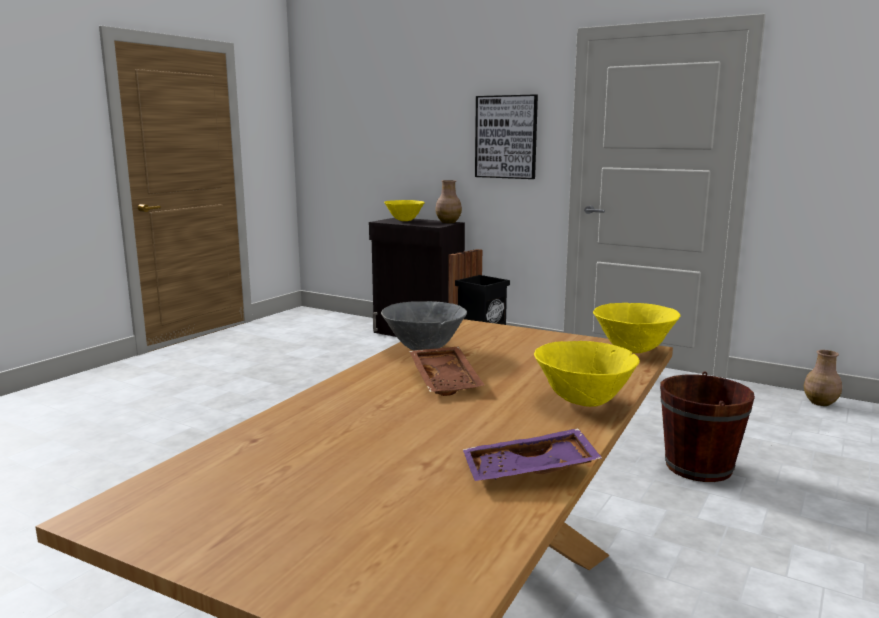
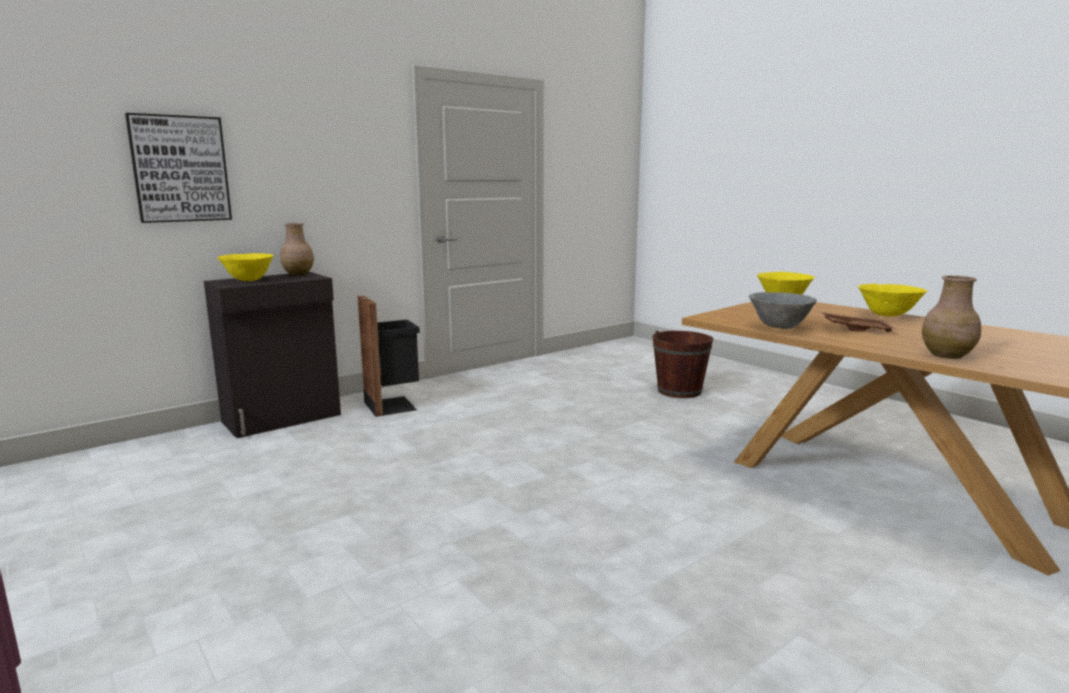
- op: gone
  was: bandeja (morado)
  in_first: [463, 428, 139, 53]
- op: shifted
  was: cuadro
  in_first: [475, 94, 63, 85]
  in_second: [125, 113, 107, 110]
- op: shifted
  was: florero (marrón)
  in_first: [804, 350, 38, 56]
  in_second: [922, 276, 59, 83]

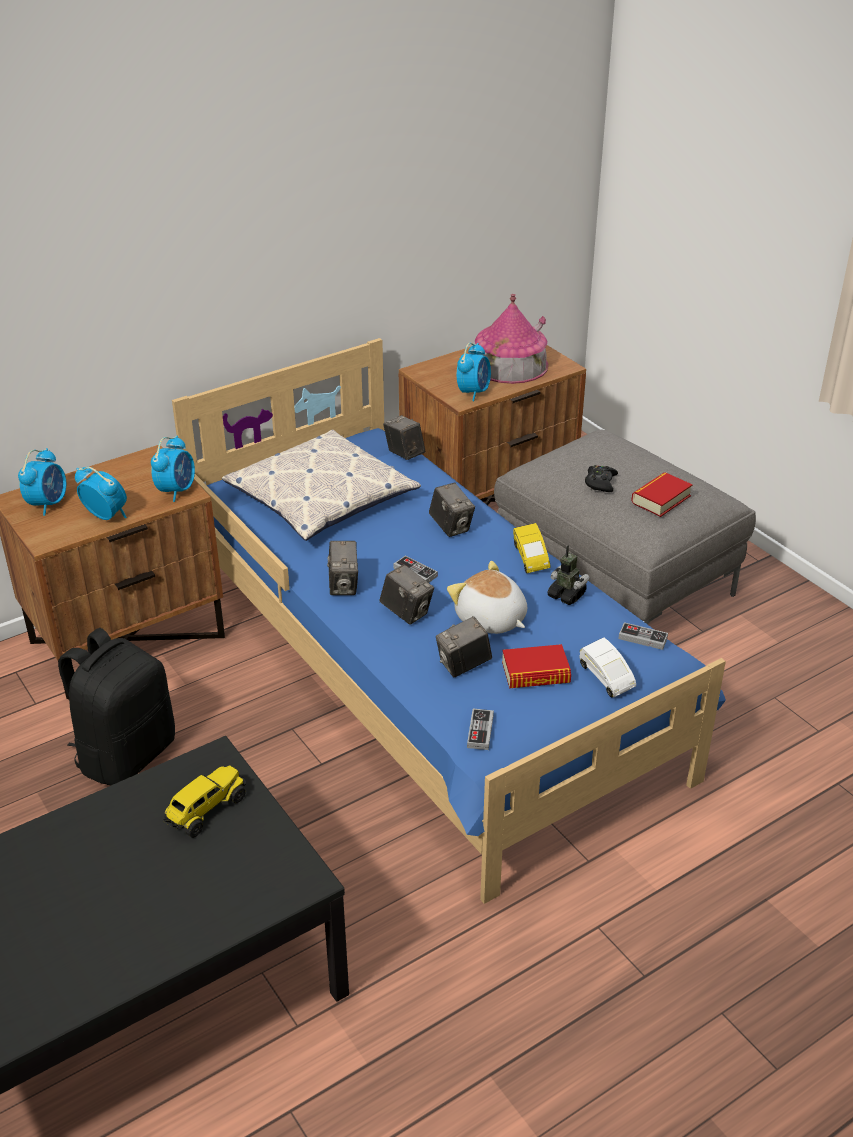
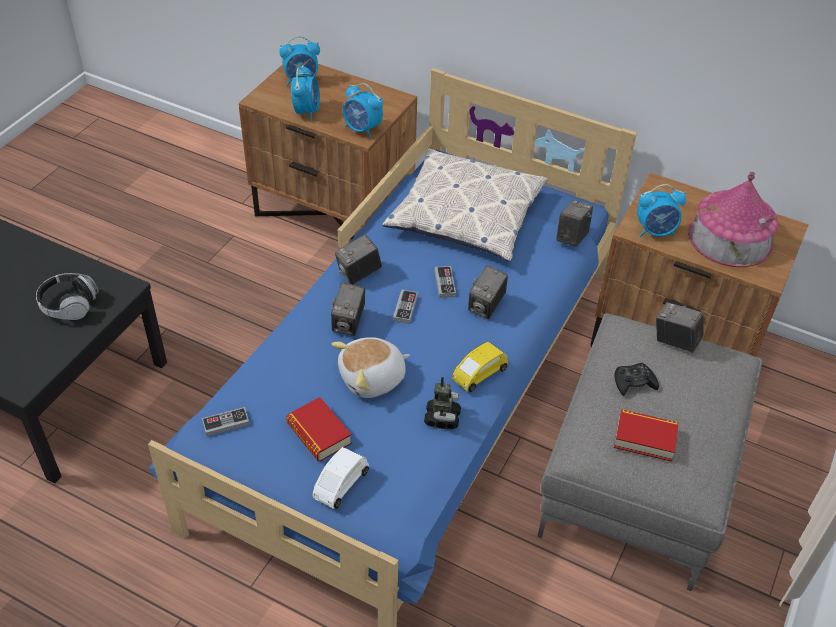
- op: gone
  was: mochila (negro)
  in_first: [58, 628, 117, 157]
- op: shifted
  was: cámara
  in_first: [436, 616, 56, 61]
  in_second: [656, 302, 48, 50]
- op: shifted
  was: mando de consola
  in_first: [618, 622, 50, 28]
  in_second: [435, 266, 21, 32]
- op: swapped
  was: camión de juguete
  now: auriculares
  in_first: [163, 765, 83, 73]
  in_second: [36, 273, 63, 47]
- op: rotated
  was: despertador
  in_first: [151, 436, 44, 66]
  in_second: [343, 83, 40, 55]
  clockwise: 45
- op: rotated
  was: peluche
  in_first: [447, 561, 80, 73]
  in_second: [332, 337, 78, 61]
  clockwise: -135

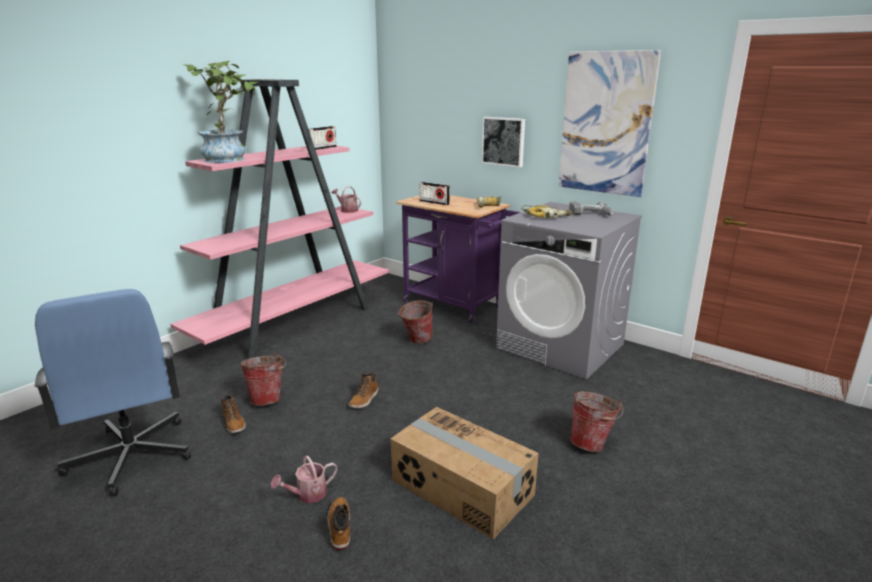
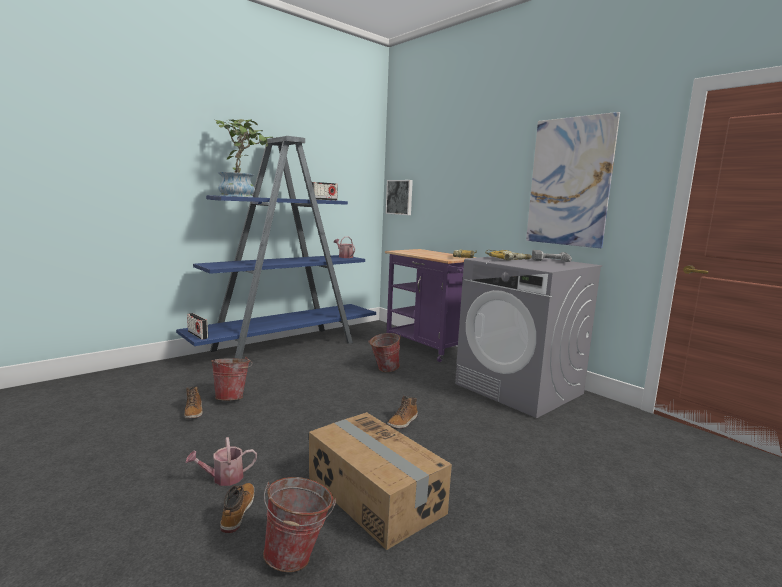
- op: gone
  was: silla de oficina (azul)
  in_first: [35, 289, 156, 207]
- op: shifted
  was: bota
  in_first: [348, 373, 31, 35]
  in_second: [388, 396, 30, 32]
- op: shifted
  was: radio
  in_first: [420, 182, 30, 23]
  in_second: [187, 313, 21, 27]
- op: shifted
  was: cuadro
  in_first: [481, 117, 44, 50]
  in_second: [386, 180, 27, 35]
- op: shifted
  was: cubo
  in_first: [570, 391, 53, 61]
  in_second: [263, 477, 73, 95]
- op: repainted
  was: estantería (rosa)
  now: estantería (azul)
  in_first: [170, 79, 219, 280]
  in_second: [176, 136, 200, 223]

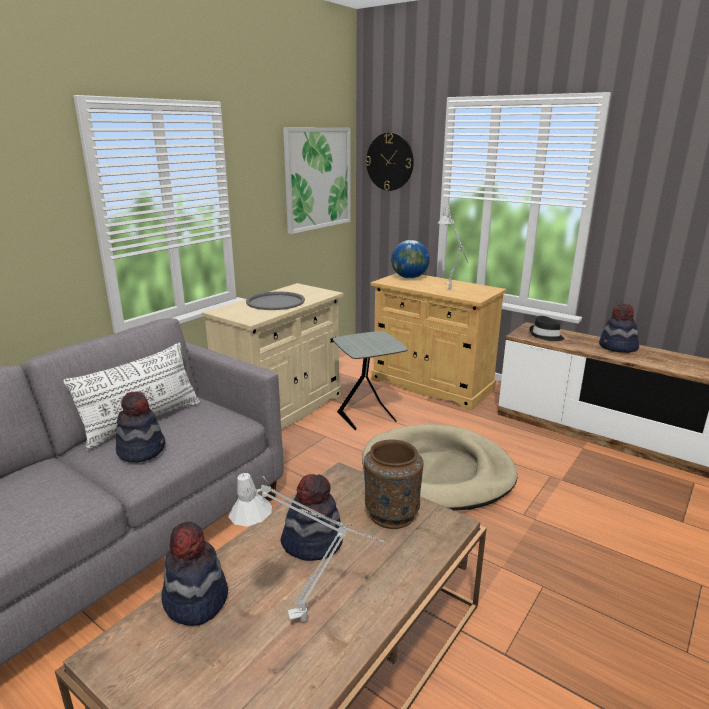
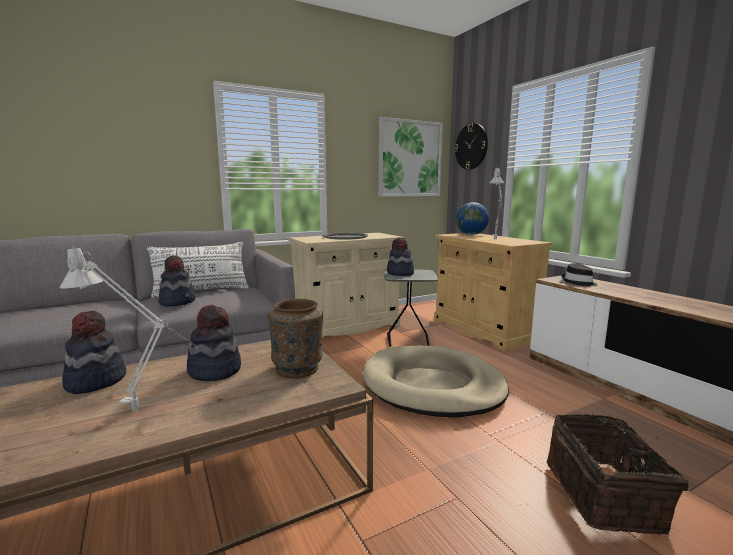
- op: new
  now: cesta
  in_second: [547, 413, 141, 122]
- op: shifted
  was: sombrero
  in_first: [599, 303, 40, 50]
  in_second: [387, 237, 27, 39]

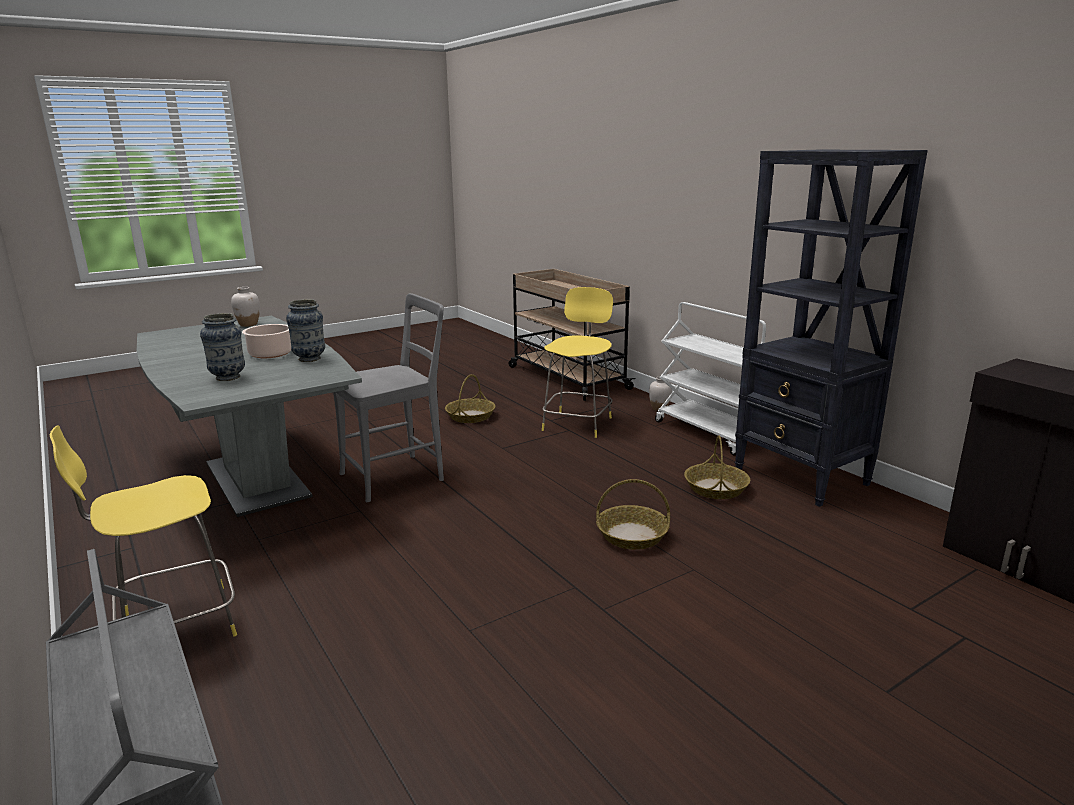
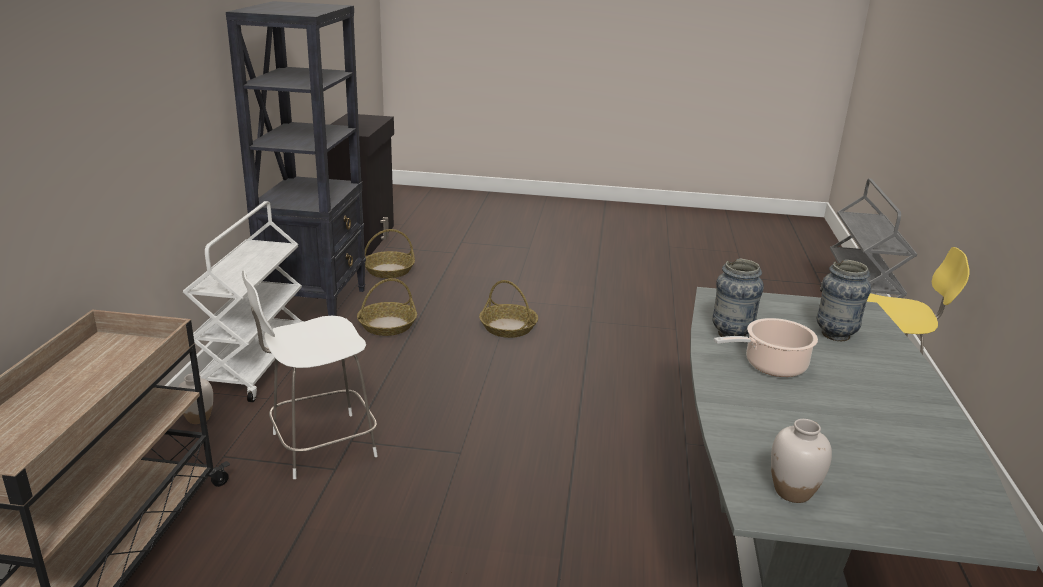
- op: gone
  was: silla (gris)
  in_first: [333, 293, 111, 209]
- op: shifted
  was: cesta
  in_first: [445, 374, 50, 49]
  in_second: [365, 229, 50, 49]
- op: repainted
  was: taburete (amarillo)
  now: taburete (blanco)
  in_first: [542, 287, 71, 151]
  in_second: [242, 270, 135, 209]

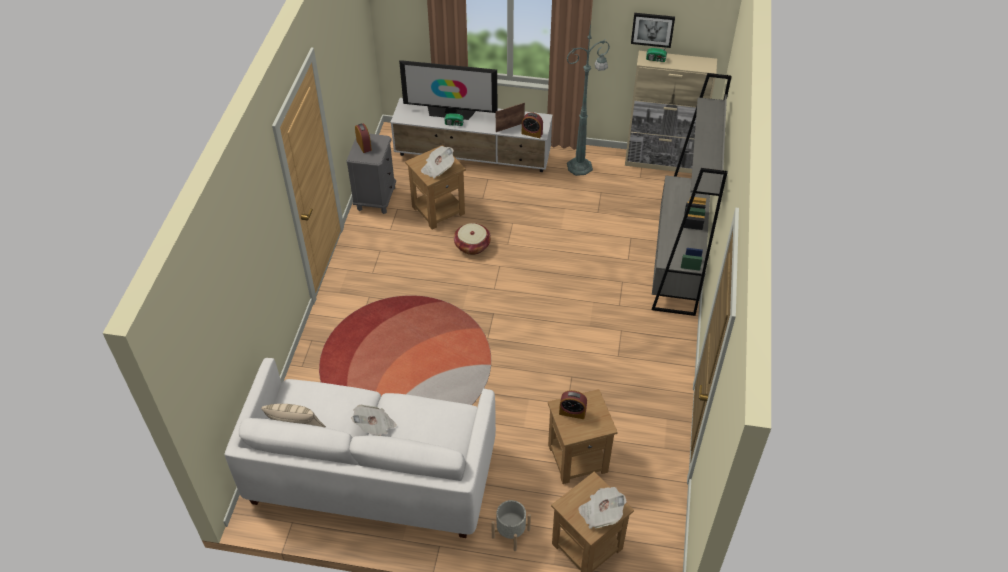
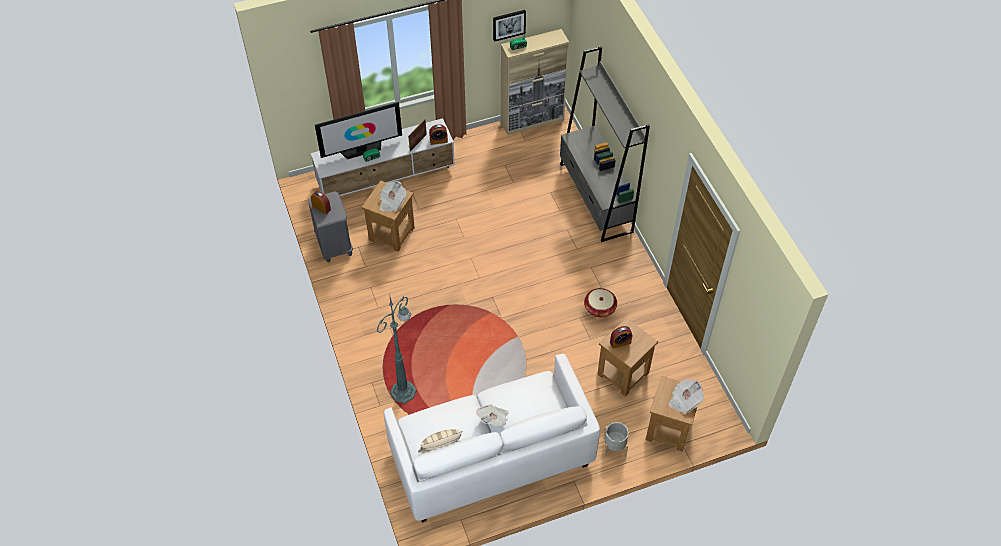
- op: shifted
  was: cesta
  in_first: [454, 223, 37, 32]
  in_second: [584, 288, 33, 29]
- op: shifted
  was: lámpara de pie (verde)
  in_first: [567, 22, 43, 154]
  in_second: [376, 296, 41, 108]

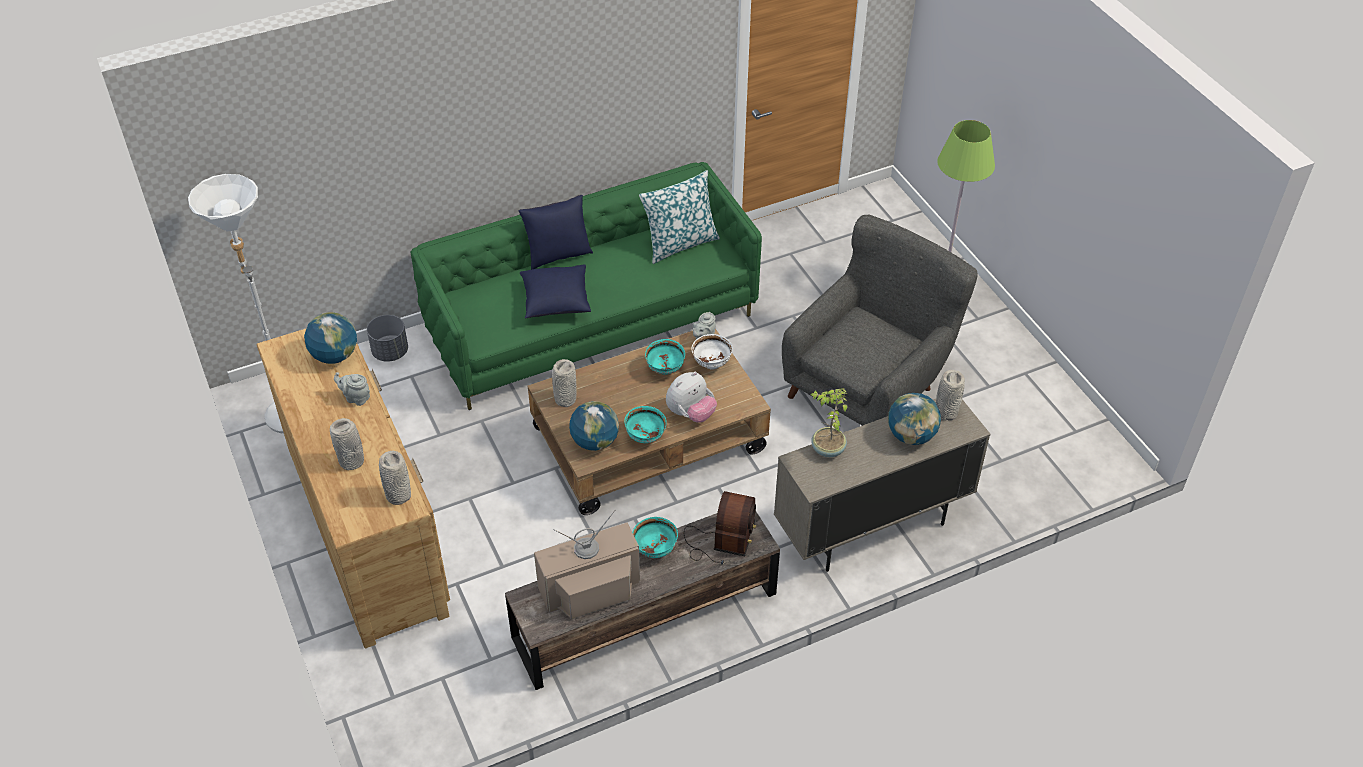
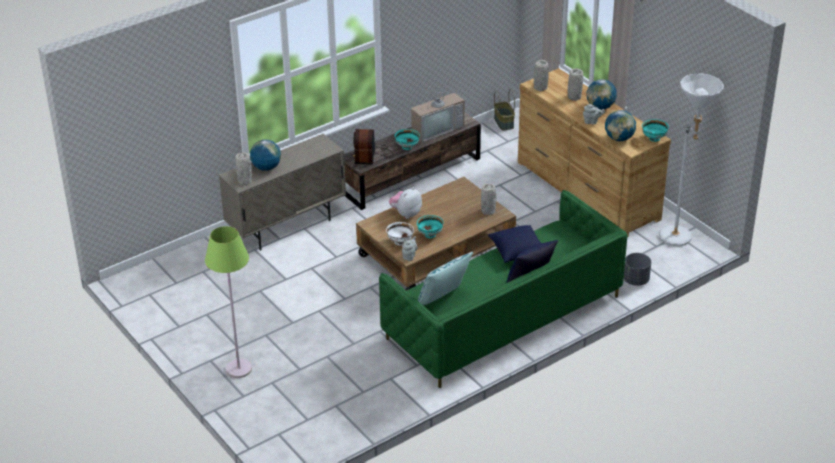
- op: gone
  was: sillón (gris)
  in_first: [782, 214, 196, 212]
- op: gone
  was: planta en maceta
  in_first: [811, 388, 37, 69]
- op: new
  now: cesta
  in_second: [494, 89, 21, 41]
- op: shifted
  was: globo terráqueo
  in_first: [569, 401, 50, 50]
  in_second: [586, 79, 31, 31]
- op: shifted
  was: cuenco (turquesa)
  in_first: [624, 406, 43, 37]
  in_second: [642, 119, 27, 23]

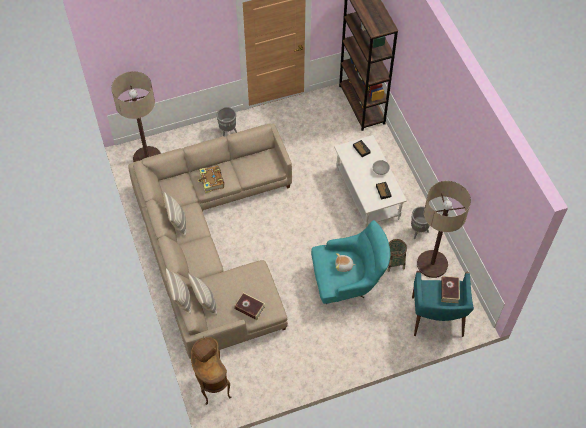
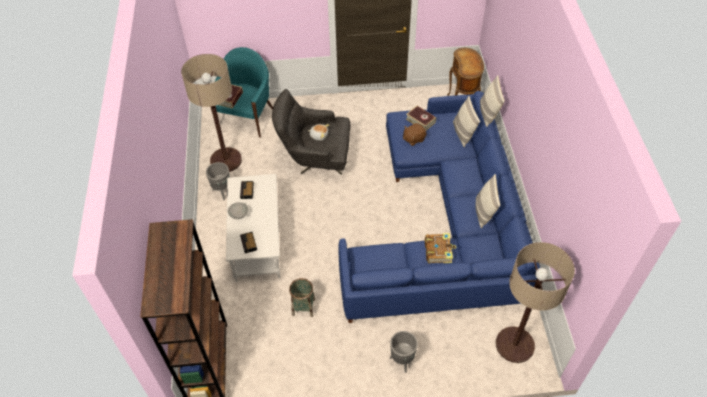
- op: shifted
  was: peluche (marrón)
  in_first: [192, 336, 25, 27]
  in_second: [403, 123, 23, 23]
- op: shifted
  was: cesta
  in_first: [387, 239, 20, 33]
  in_second: [289, 278, 26, 39]
- op: repainted
  was: sofá (beis)
  now: sofá (azul)
  in_first: [128, 123, 164, 236]
  in_second: [339, 91, 203, 232]
- op: repainted
  was: sillón (turquesa)
  now: sillón (gris)
  in_first: [311, 220, 79, 84]
  in_second: [272, 89, 78, 86]

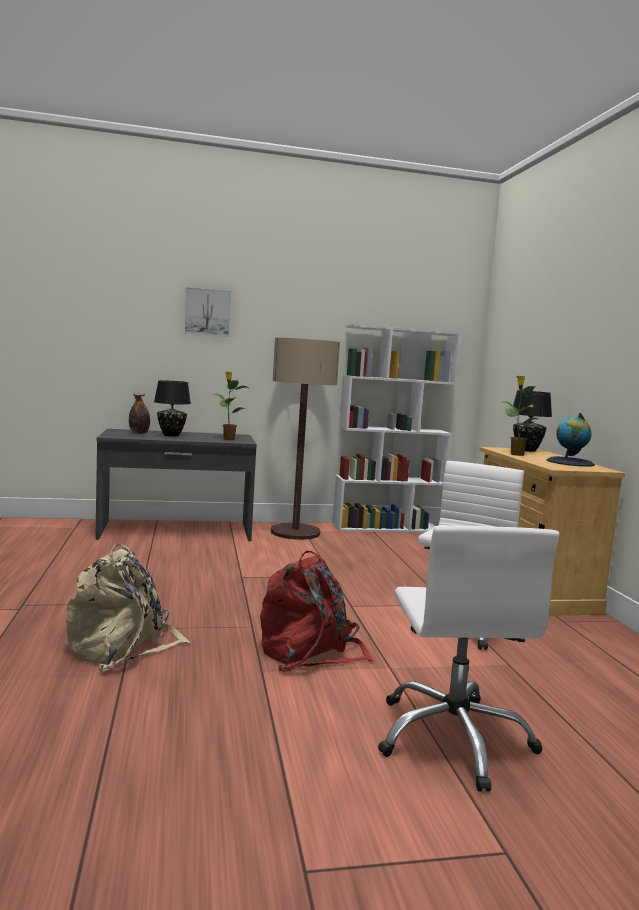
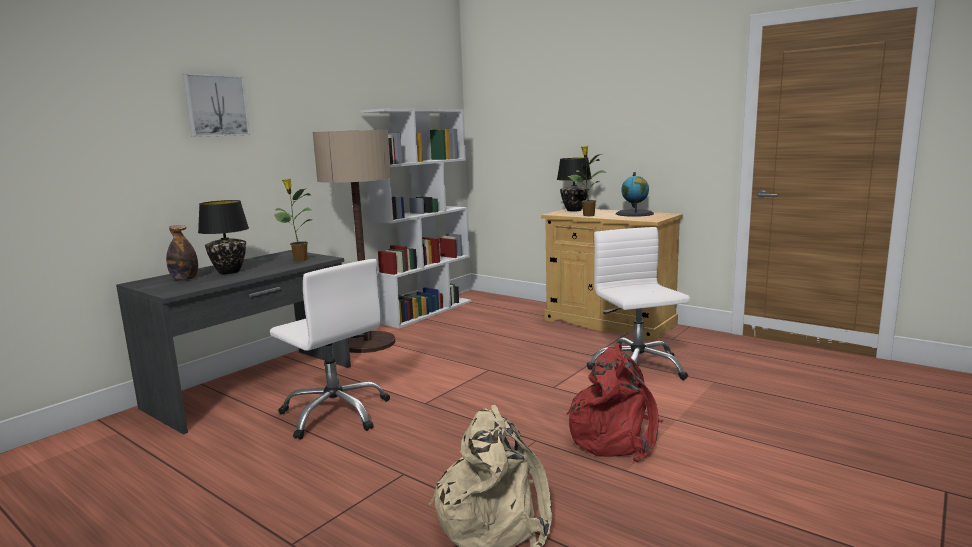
- op: shifted
  was: silla de oficina (blanco)
  in_first: [378, 526, 181, 266]
  in_second: [270, 259, 120, 181]

